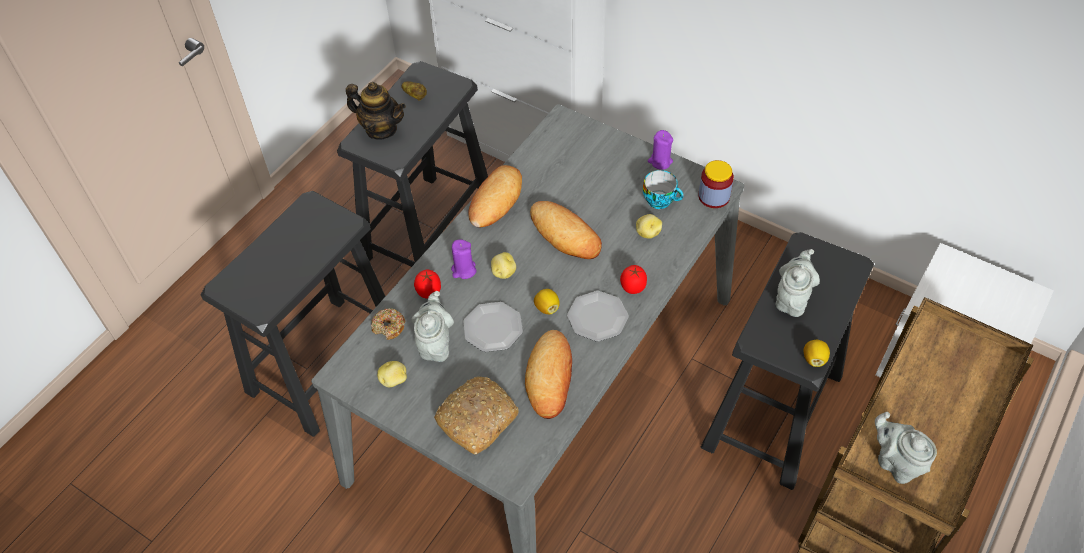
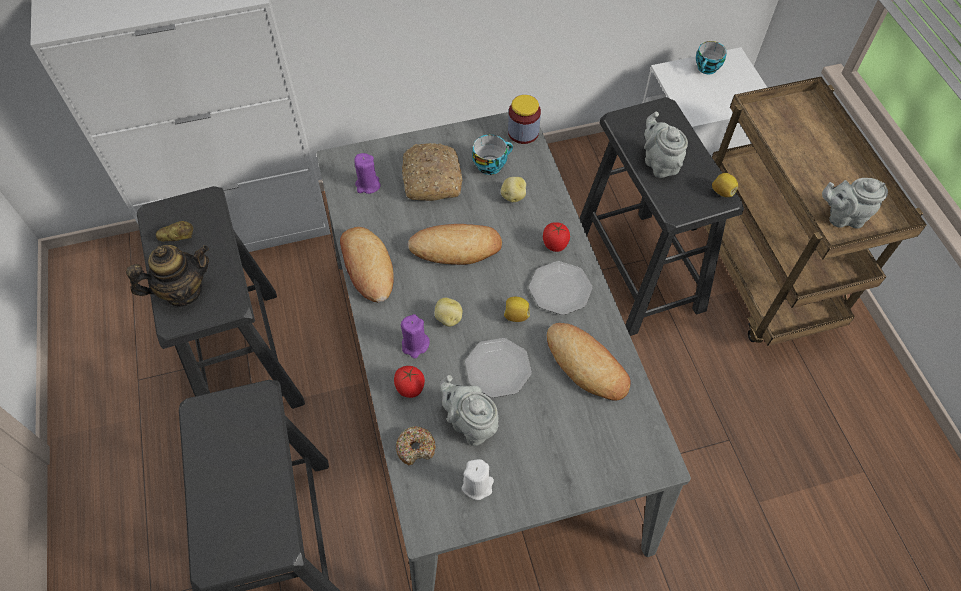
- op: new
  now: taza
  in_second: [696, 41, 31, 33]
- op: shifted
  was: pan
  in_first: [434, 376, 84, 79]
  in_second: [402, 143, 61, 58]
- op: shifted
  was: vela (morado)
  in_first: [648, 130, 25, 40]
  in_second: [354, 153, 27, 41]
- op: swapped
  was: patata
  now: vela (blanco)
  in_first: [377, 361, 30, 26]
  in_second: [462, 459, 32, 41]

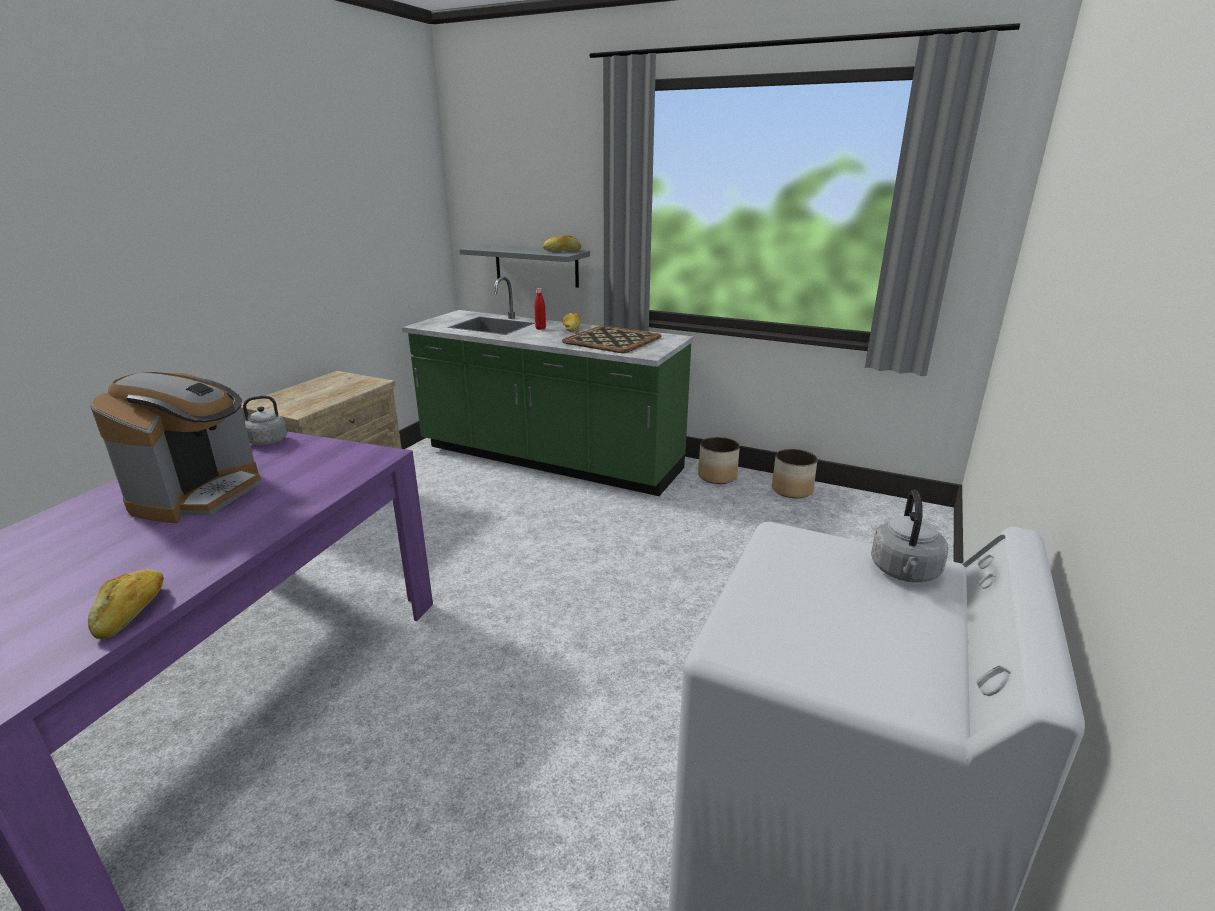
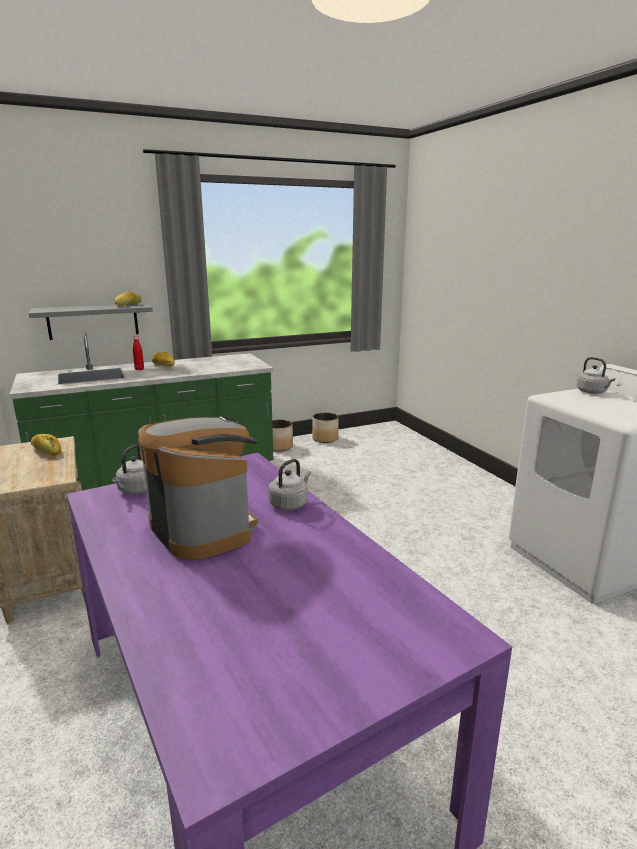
- op: gone
  was: bandeja
  in_first: [562, 325, 99, 28]
- op: new
  now: hervidor (gris)
  in_second: [268, 459, 43, 51]
- op: shifted
  was: pan
  in_first: [88, 570, 76, 69]
  in_second: [31, 434, 30, 22]

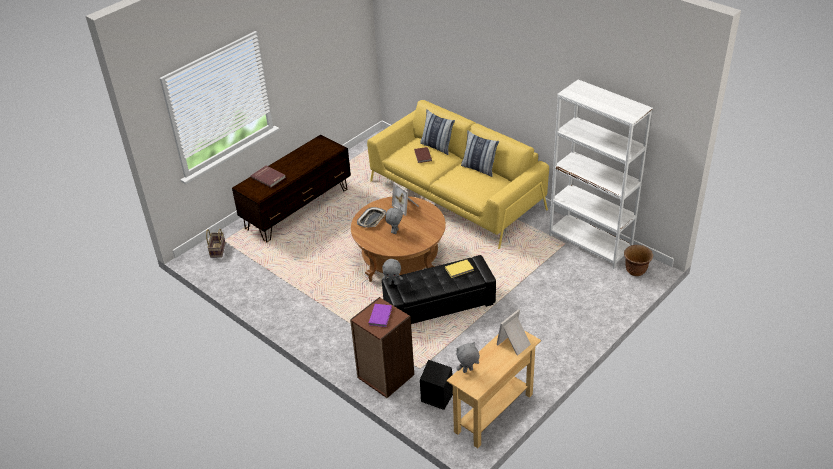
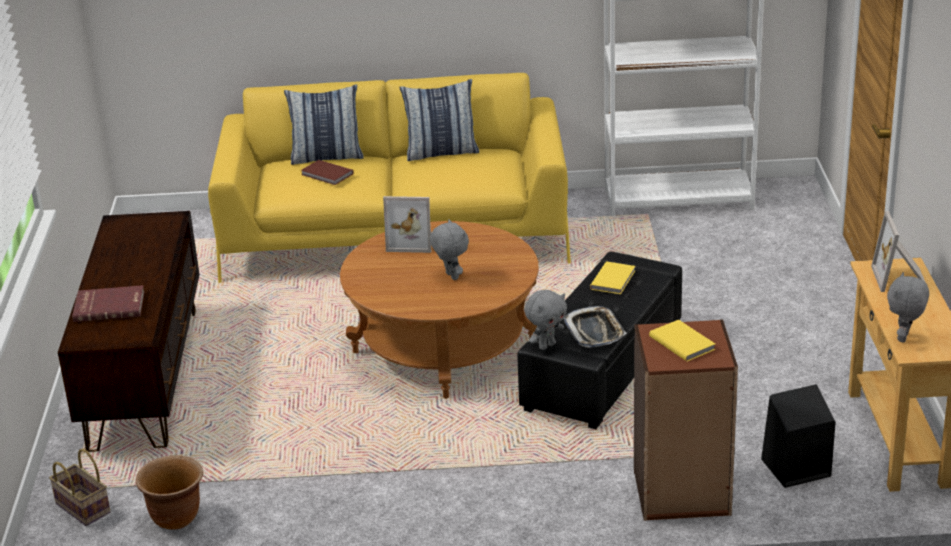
- op: shifted
  was: bandeja
  in_first: [357, 207, 29, 21]
  in_second: [564, 306, 62, 42]
- op: shifted
  was: maceta (marrón)
  in_first: [624, 245, 29, 31]
  in_second: [136, 455, 67, 75]
- op: repainted
  was: libro (morado)
  now: libro (amarillo)
  in_first: [368, 304, 24, 23]
  in_second: [649, 320, 67, 41]

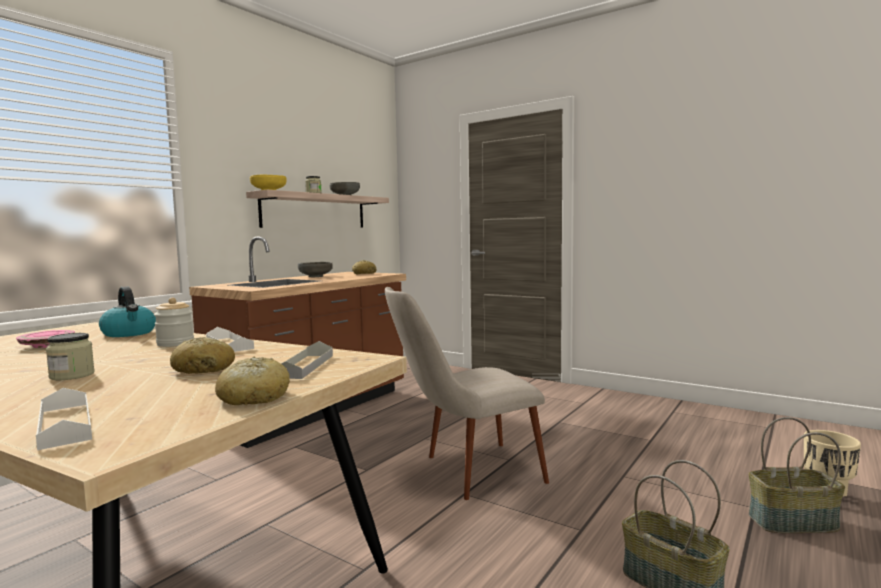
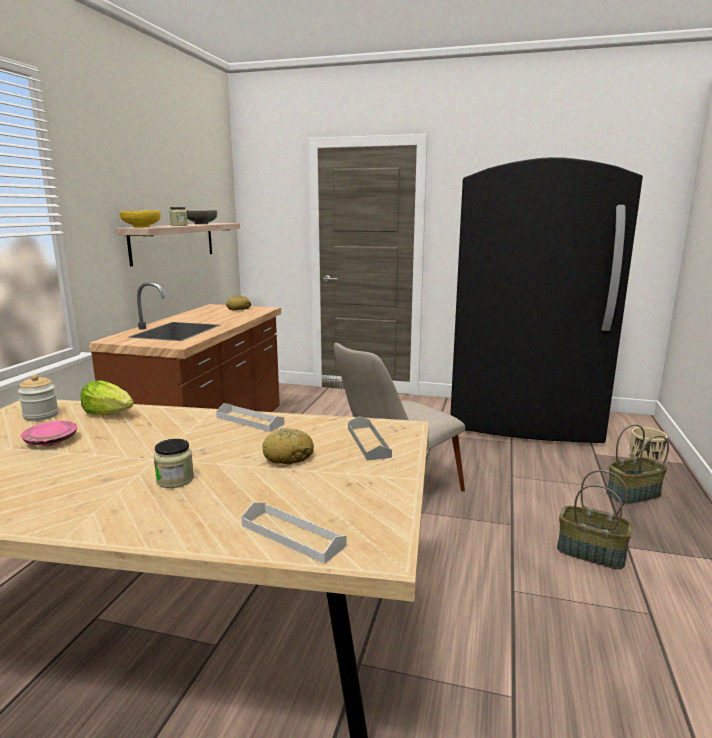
- op: gone
  was: pan
  in_first: [215, 356, 75, 49]
- op: gone
  was: cuenco (gris)
  in_first: [298, 262, 35, 15]
- op: new
  now: nevera (negro)
  in_second: [450, 157, 193, 286]
- op: shifted
  was: tarro
  in_first: [154, 297, 40, 50]
  in_second: [18, 375, 41, 46]
- op: swapped
  was: hervidor
  now: lechuga
  in_first: [99, 286, 57, 51]
  in_second: [80, 380, 54, 36]

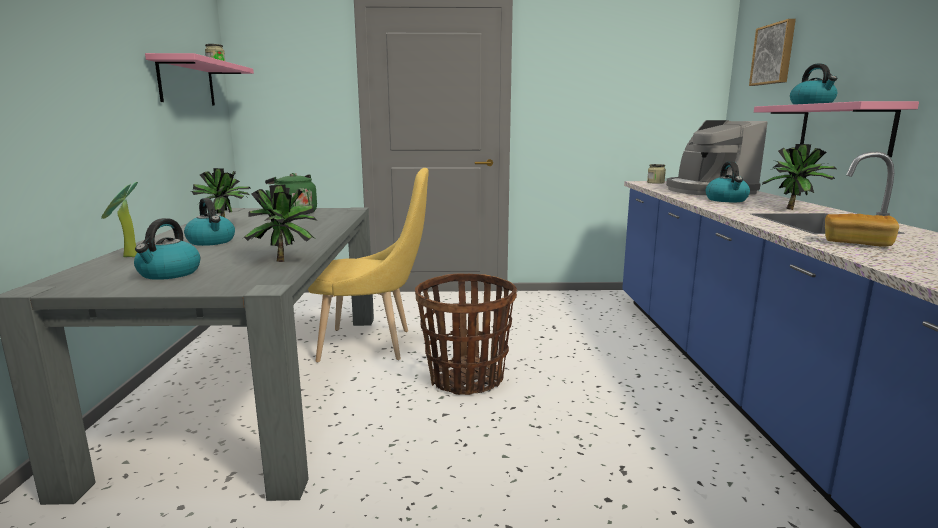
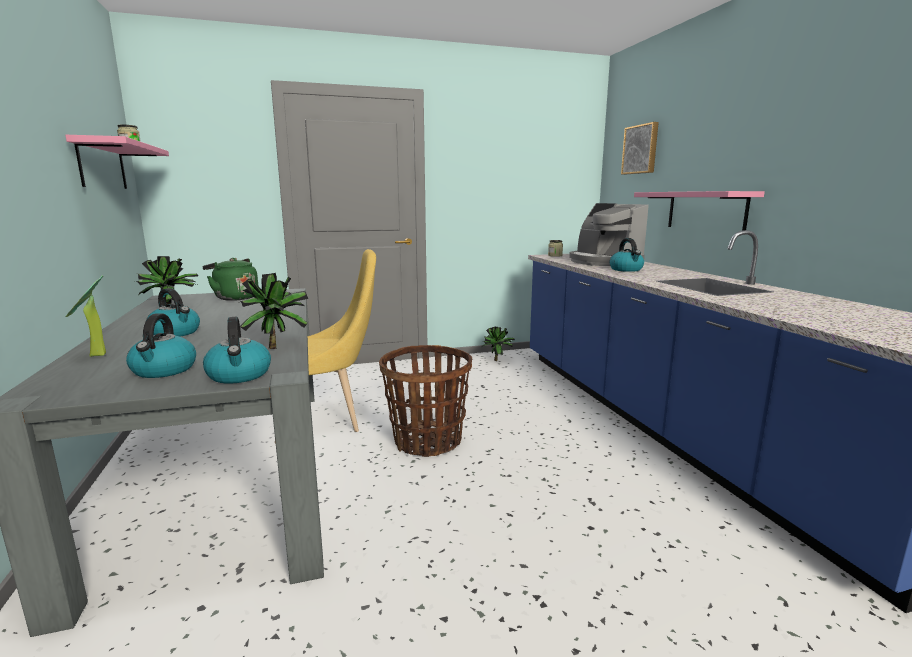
- op: gone
  was: pan
  in_first: [825, 214, 74, 32]
- op: shifted
  was: planta en maceta
  in_first: [762, 144, 74, 66]
  in_second: [481, 327, 34, 34]
- op: shifted
  was: hervidor
  in_first: [790, 64, 47, 41]
  in_second: [203, 317, 68, 67]

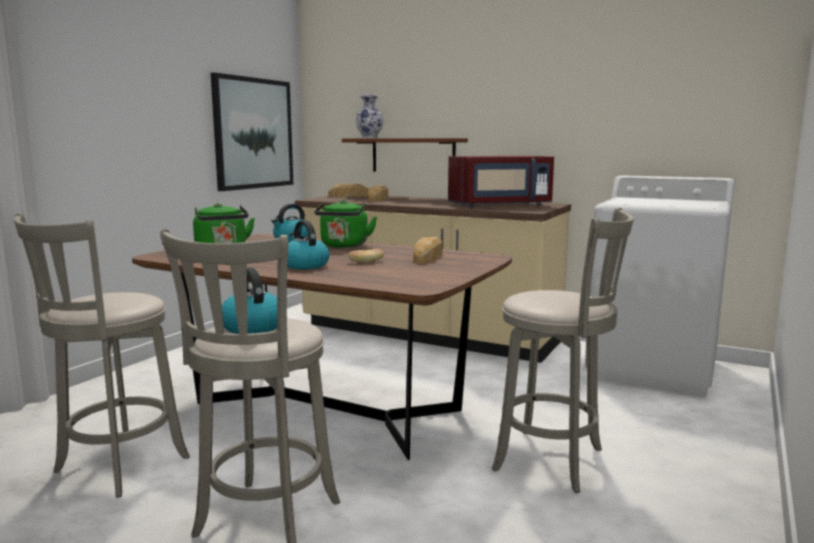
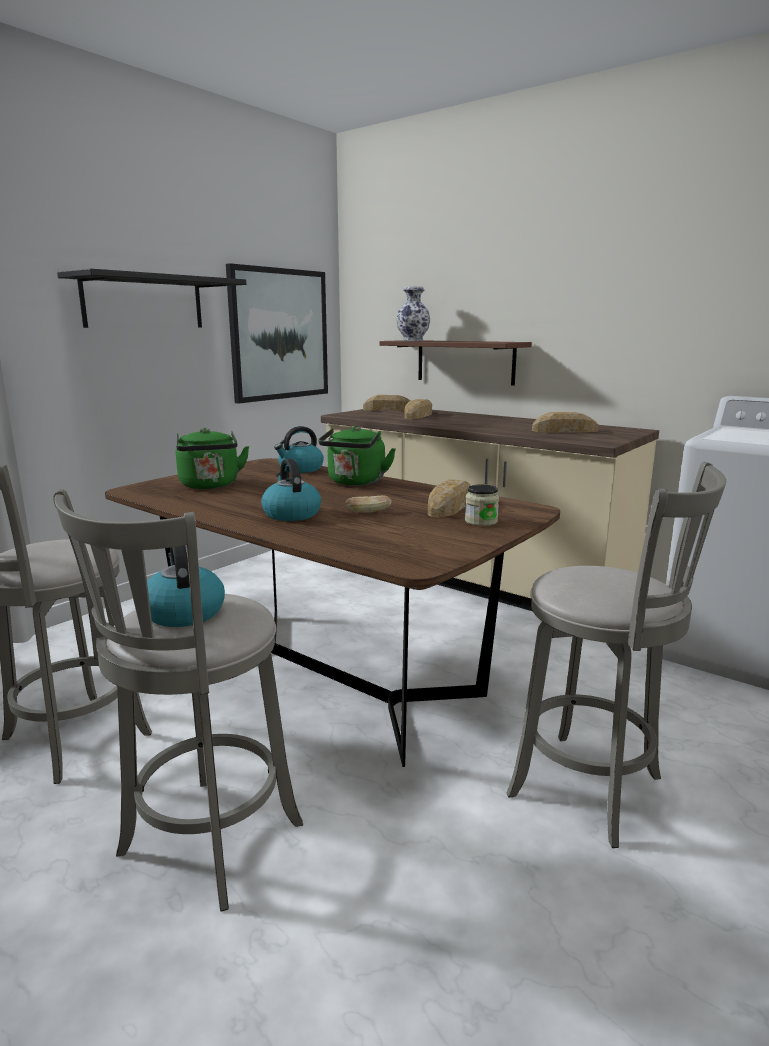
- op: new
  now: estante (negro)
  in_second: [57, 269, 189, 59]
- op: new
  now: tarro
  in_second: [465, 484, 34, 42]
- op: swapped
  was: microondas (rojo)
  now: pan
  in_first: [448, 156, 106, 51]
  in_second: [532, 412, 67, 21]

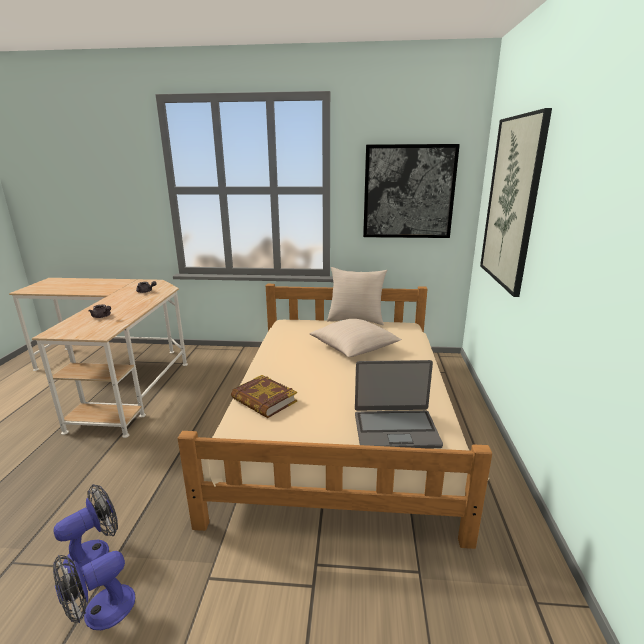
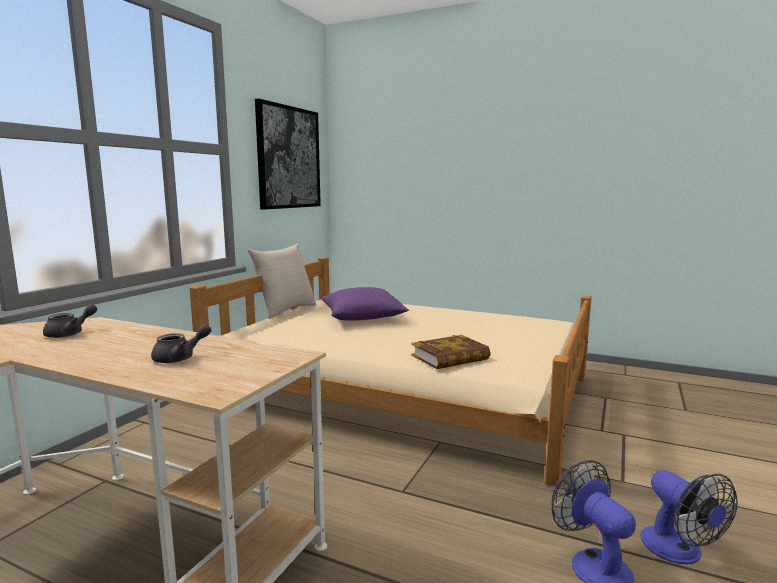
- op: gone
  was: portátil
  in_first: [355, 360, 88, 88]
- op: gone
  was: cuadro
  in_first: [480, 108, 72, 189]
- op: repainted
  was: cojín (beis)
  now: cojín (morado)
  in_first: [309, 319, 93, 38]
  in_second: [321, 287, 88, 34]

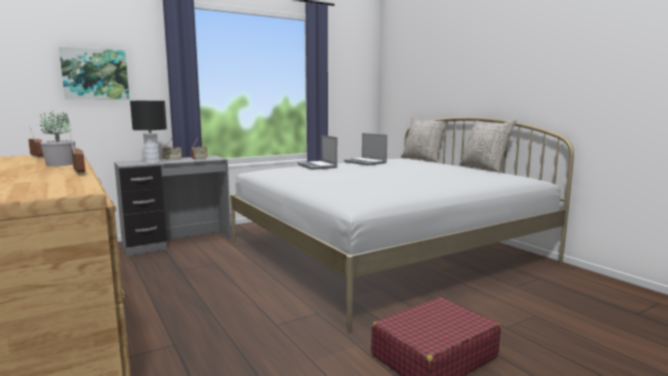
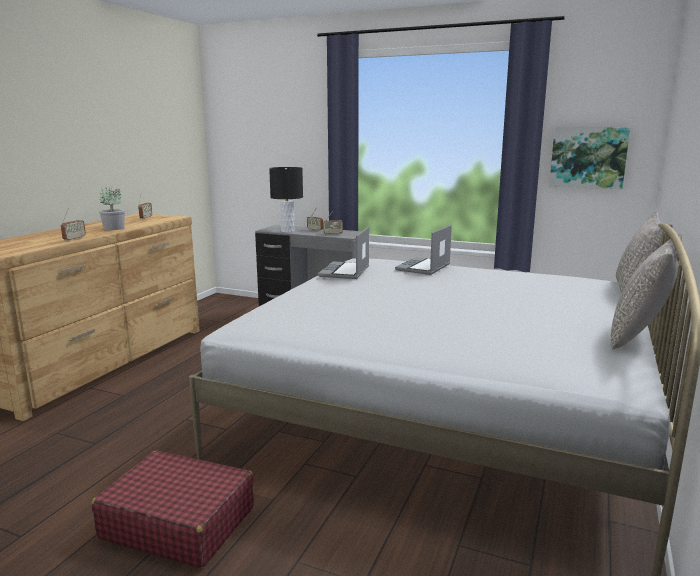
- op: shifted
  was: cuadro
  in_first: [59, 47, 70, 53]
  in_second: [549, 127, 81, 62]
- op: shifted
  was: portátil
  in_first: [344, 133, 43, 33]
  in_second: [318, 227, 51, 52]

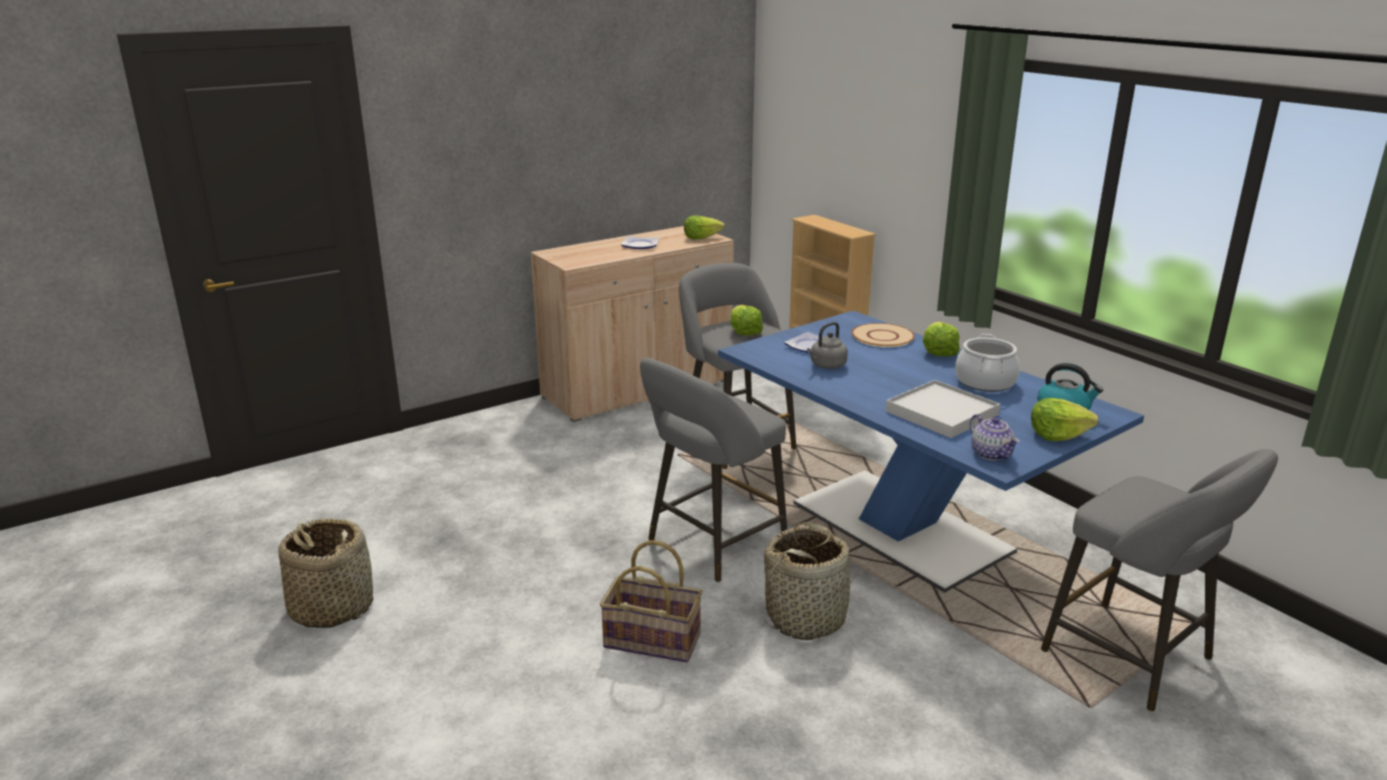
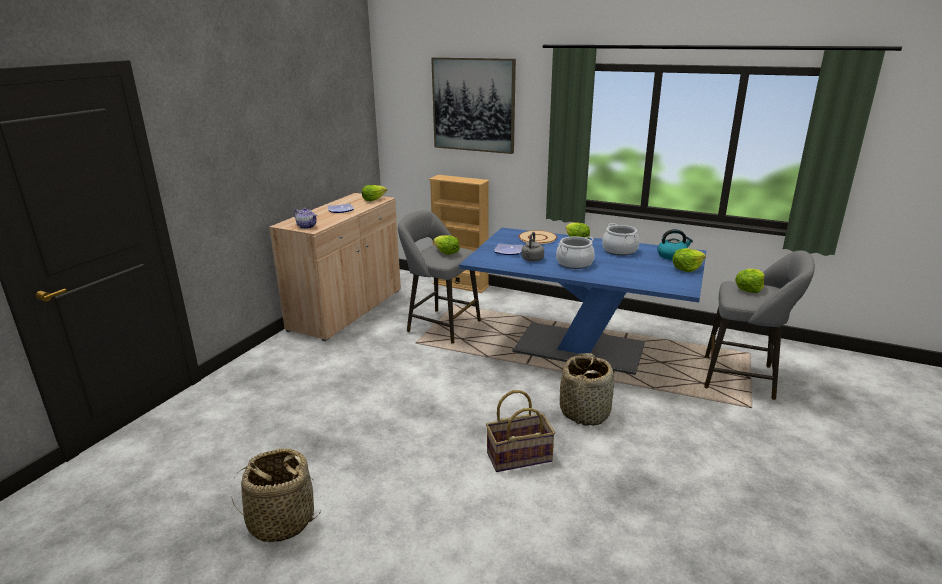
- op: gone
  was: taburete (gris)
  in_first: [640, 358, 147, 224]
- op: gone
  was: bandeja (blanco)
  in_first: [886, 380, 114, 58]
- op: new
  now: cuadro
  in_second: [431, 57, 85, 97]
- op: new
  now: olla
  in_second: [556, 236, 39, 33]
- op: new
  now: lechuga
  in_second: [735, 269, 29, 24]
- op: shifted
  was: tetera
  in_first: [970, 414, 50, 46]
  in_second: [294, 208, 23, 21]

